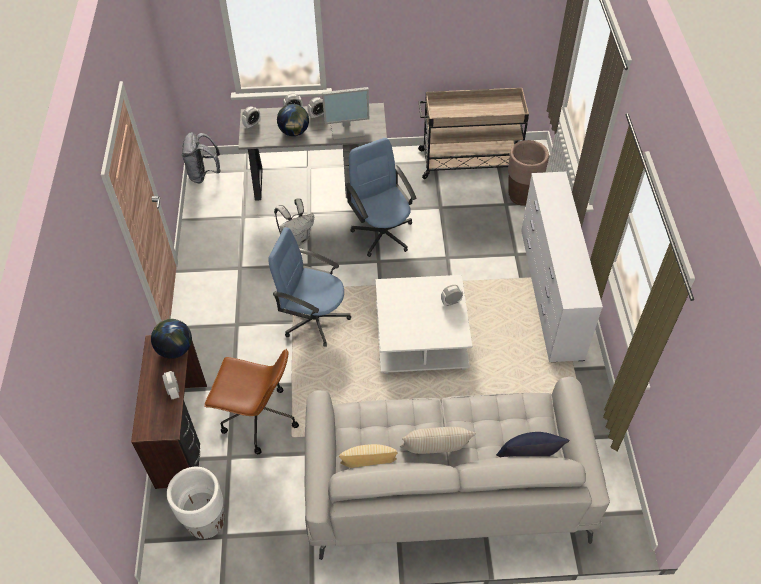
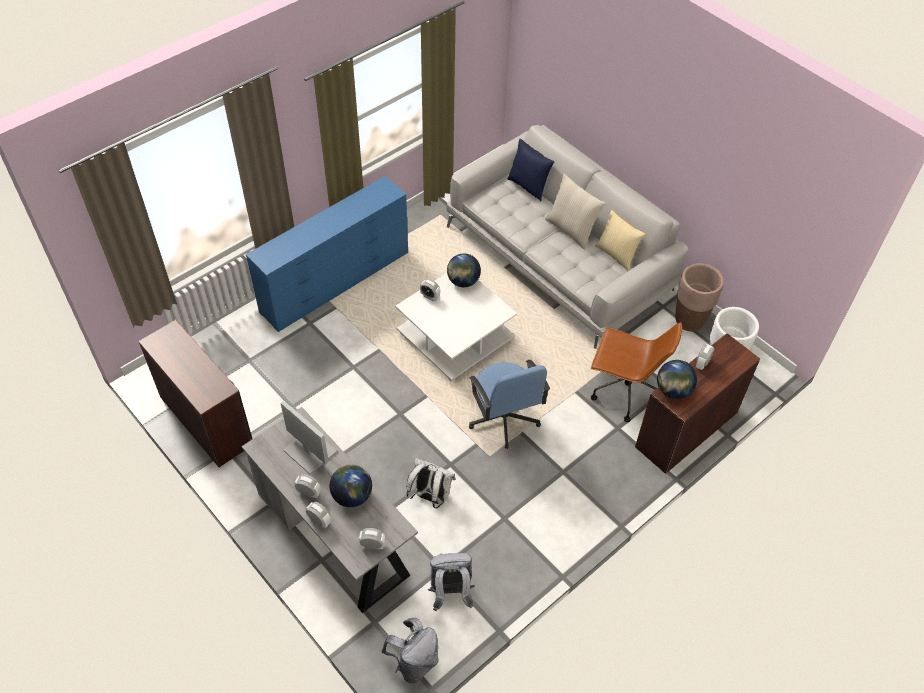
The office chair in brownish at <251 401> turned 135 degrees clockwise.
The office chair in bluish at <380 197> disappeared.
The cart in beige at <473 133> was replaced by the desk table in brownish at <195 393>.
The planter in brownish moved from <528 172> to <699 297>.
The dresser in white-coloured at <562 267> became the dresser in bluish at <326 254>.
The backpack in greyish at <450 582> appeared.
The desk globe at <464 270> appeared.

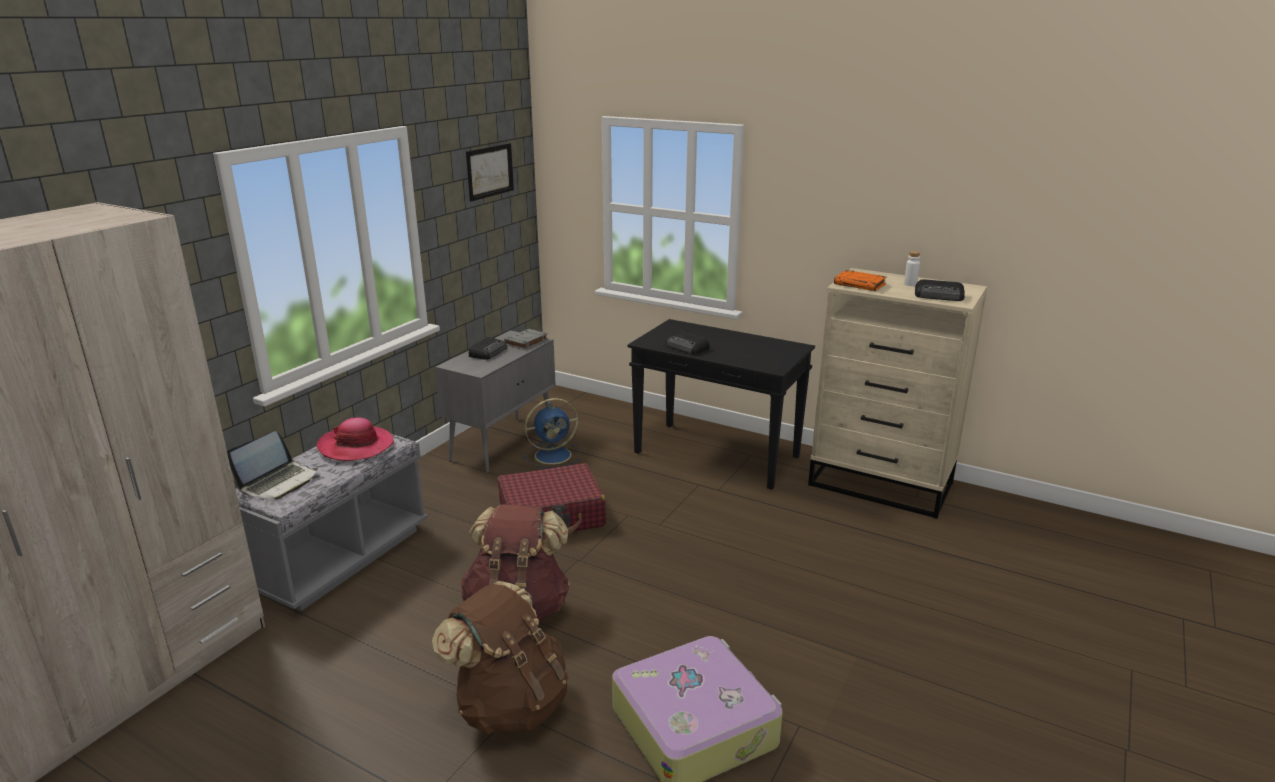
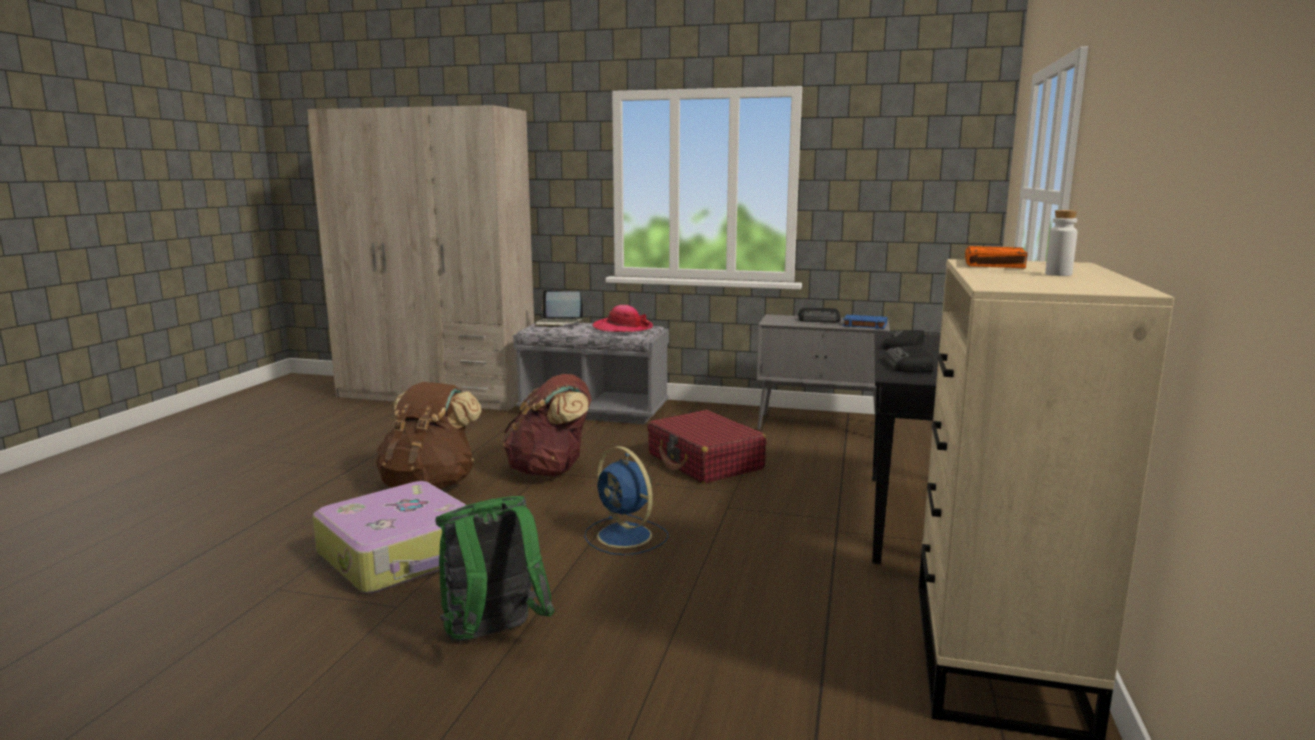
The wall art at <490 172> disappeared.
The bound book in greyish at <526 339> became the bound book in bluish at <865 322>.
The cooling fan in bluish moved from <552 433> to <626 500>.
The radio set moved from <940 290> to <908 358>.
The backpack in green-coloured at <495 568> appeared.

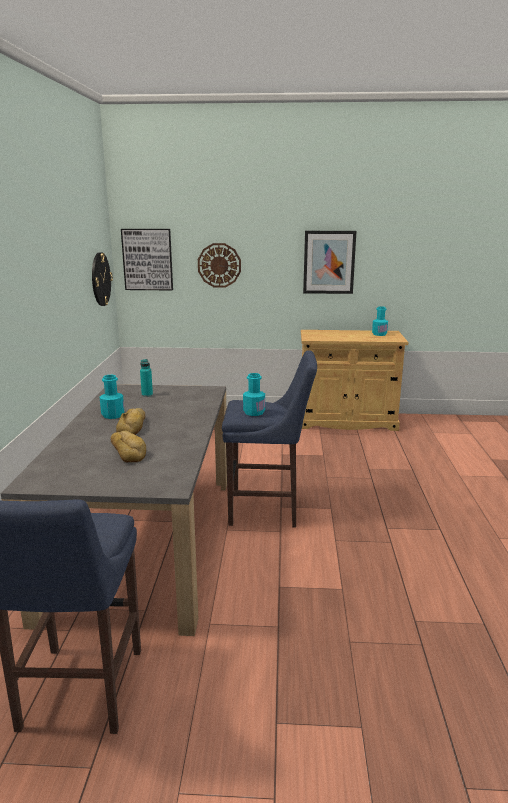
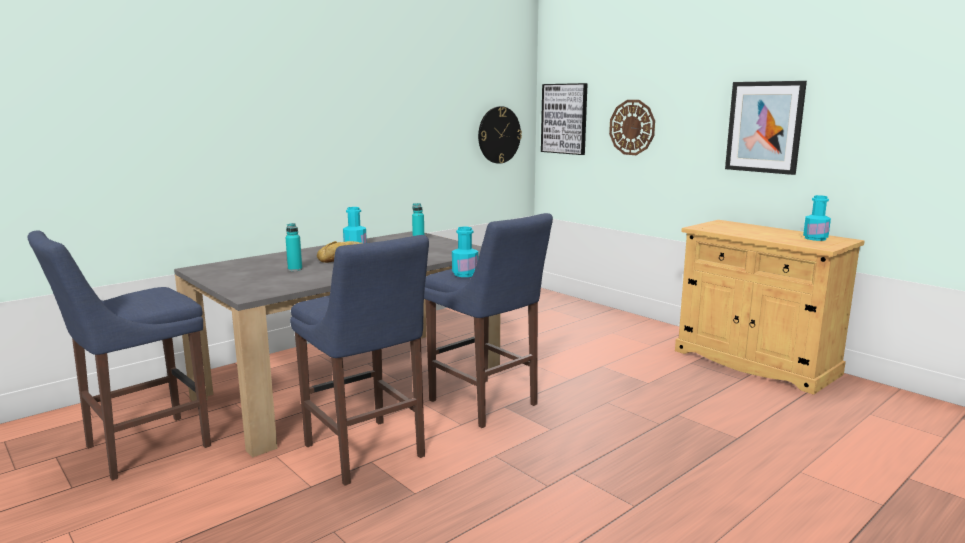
The baked bread at <128 446> was replaced by the drink bottle in blue-green at <293 247>.
The sitting stool in bluish at <359 360> appeared.

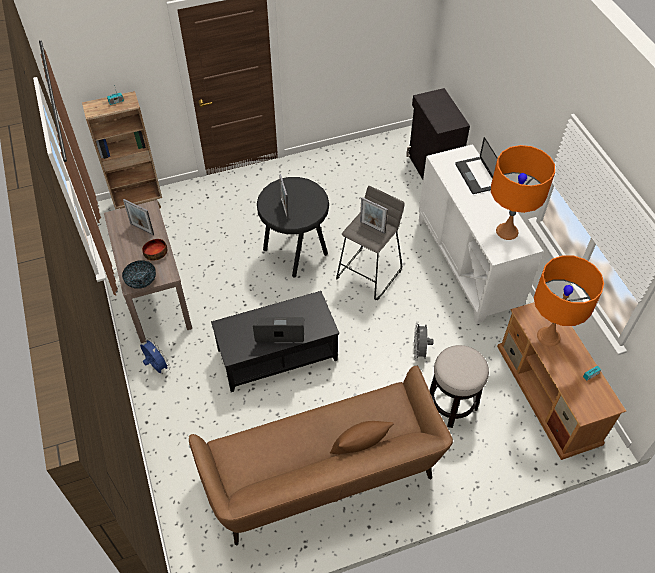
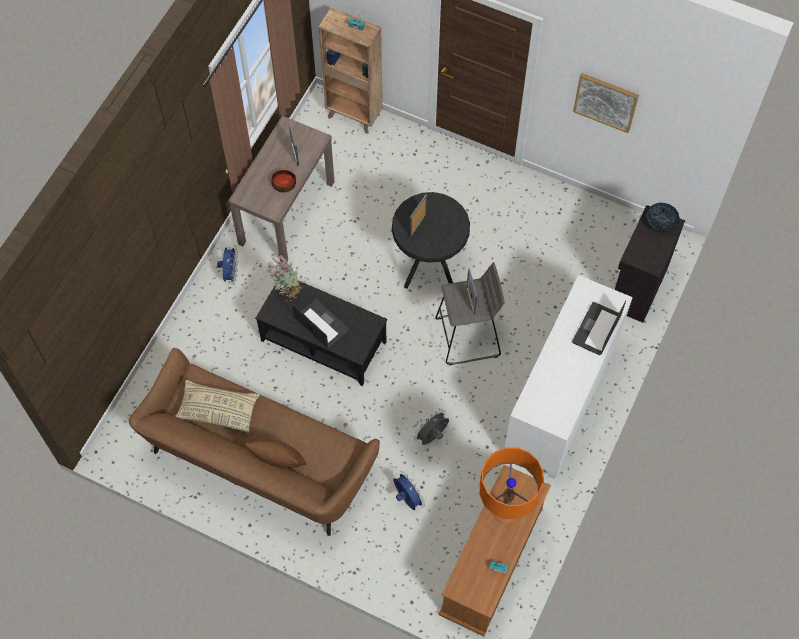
The bowl moved from <139 275> to <662 218>.
The sitting stool at <459 386> was replaced by the cooling fan in bluish at <409 490>.
The lamp for a table in orange-coloured at <523 192> disappeared.
The cushion in beige at <217 406> appeared.
The plant in a pot at <285 277> appeared.
The wall art at <606 103> appeared.

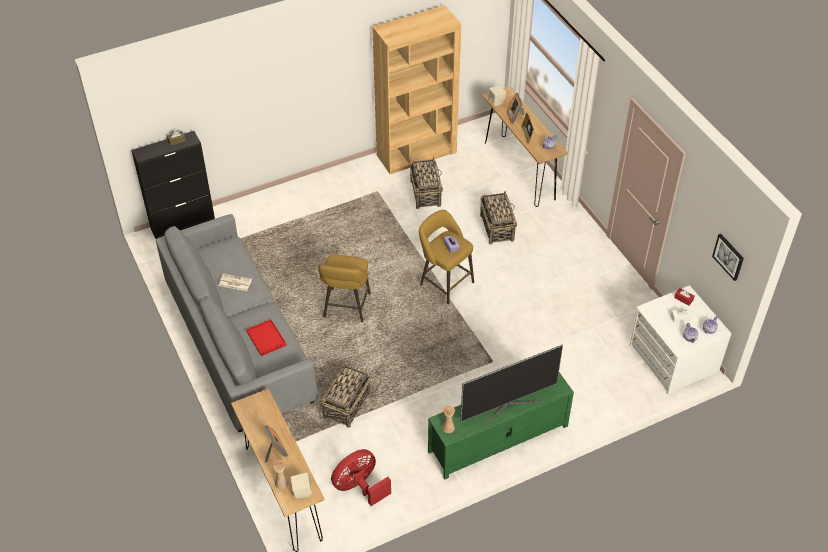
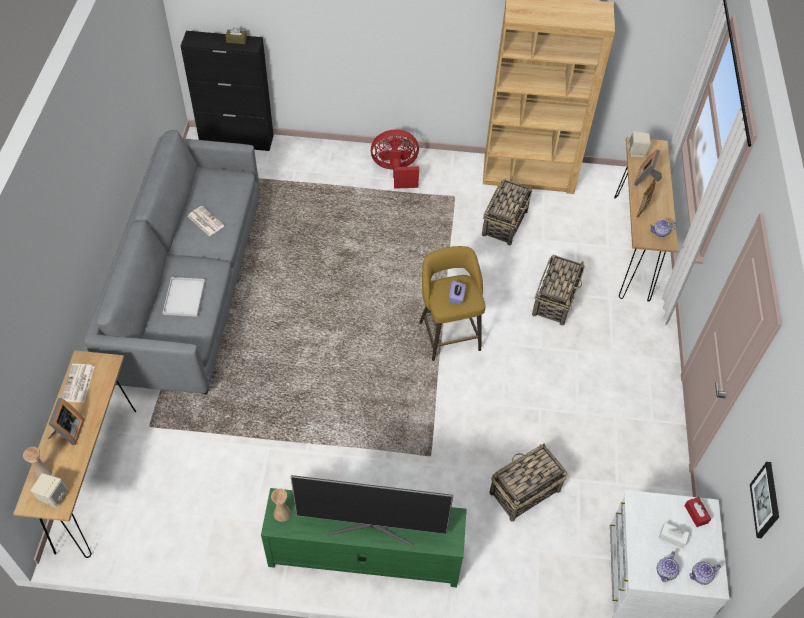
The serving tray in red-coloured at <266 337> became the serving tray in white-coloured at <184 297>.
The sitting stool in yellowish at <344 288> disappeared.
The storage basket moved from <346 395> to <528 482>.
The cooling fan in red-coloured moved from <361 477> to <395 159>.
The newspaper at <78 383> appeared.

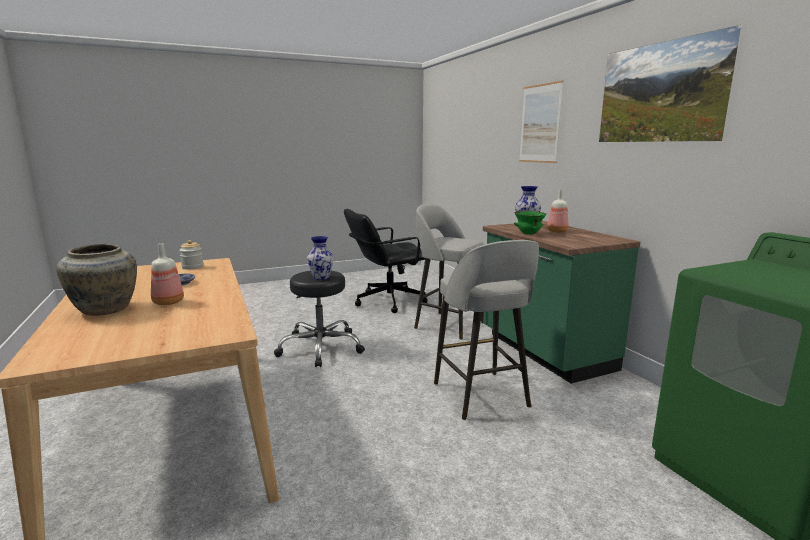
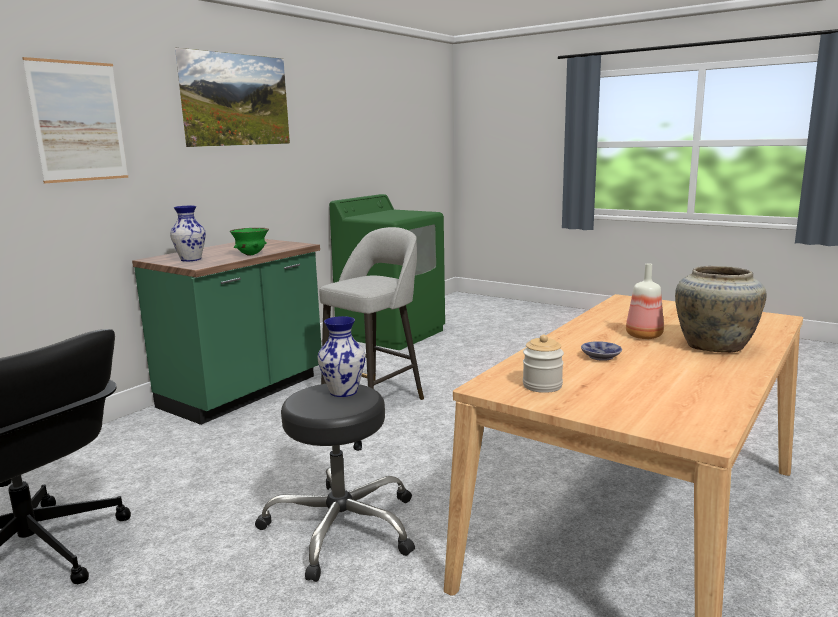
The sitting stool in greyish at <449 272> disappeared.
The drink bottle at <558 211> disappeared.

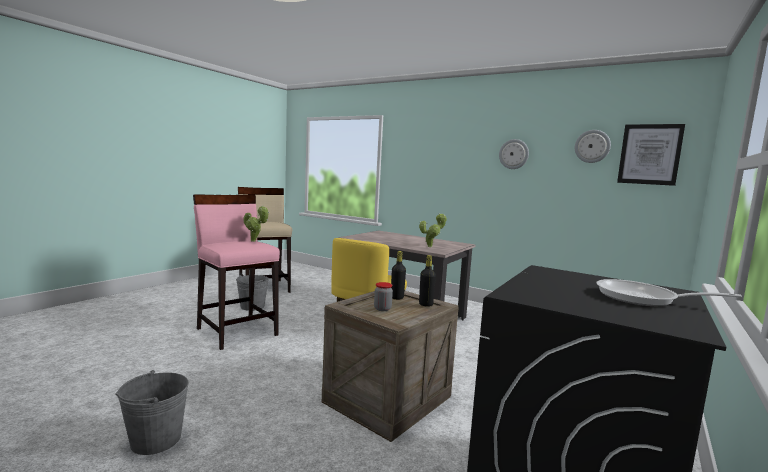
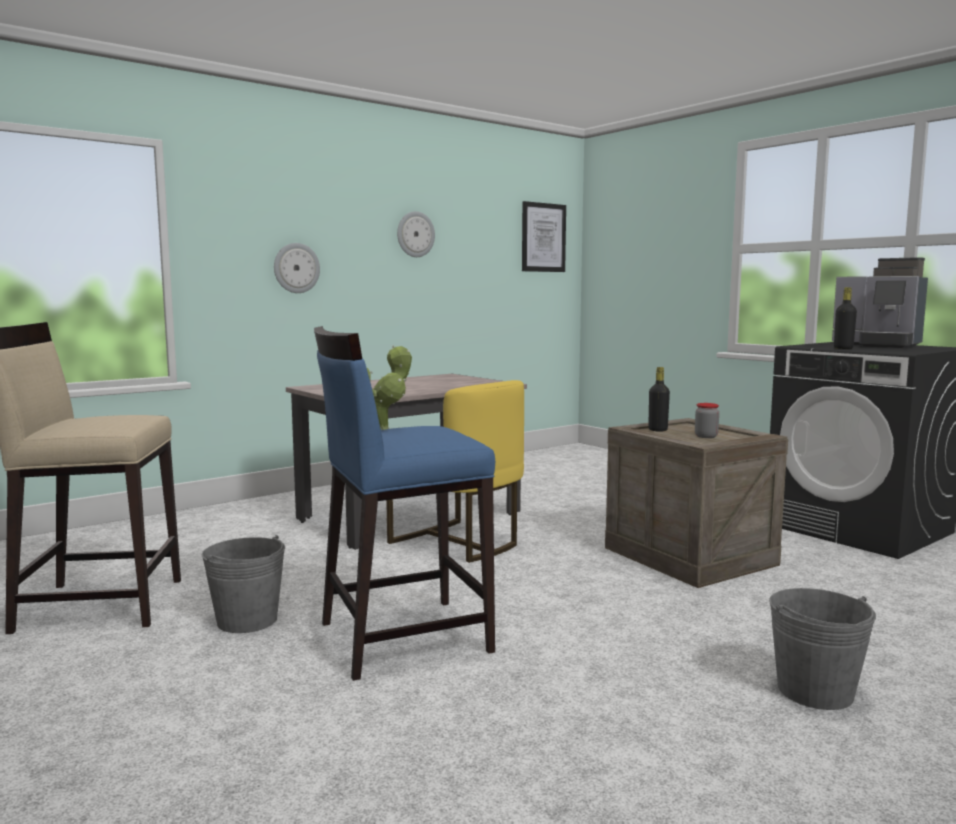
The sitting stool in pink at <236 272> became the sitting stool in bluish at <404 503>.
The plant in a pot at <433 230> disappeared.
The drink bottle in black moved from <427 281> to <845 318>.
The hanging clock moved from <593 146> to <297 268>.
The pan at <669 292> was replaced by the coffee machine at <880 302>.

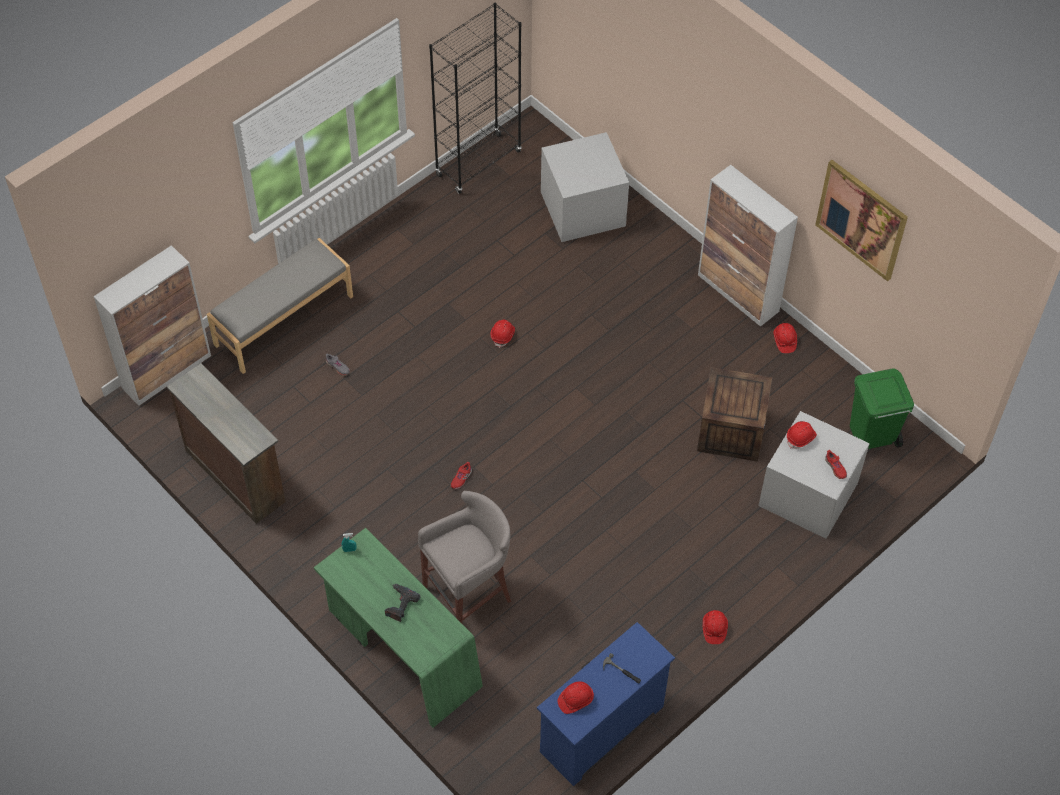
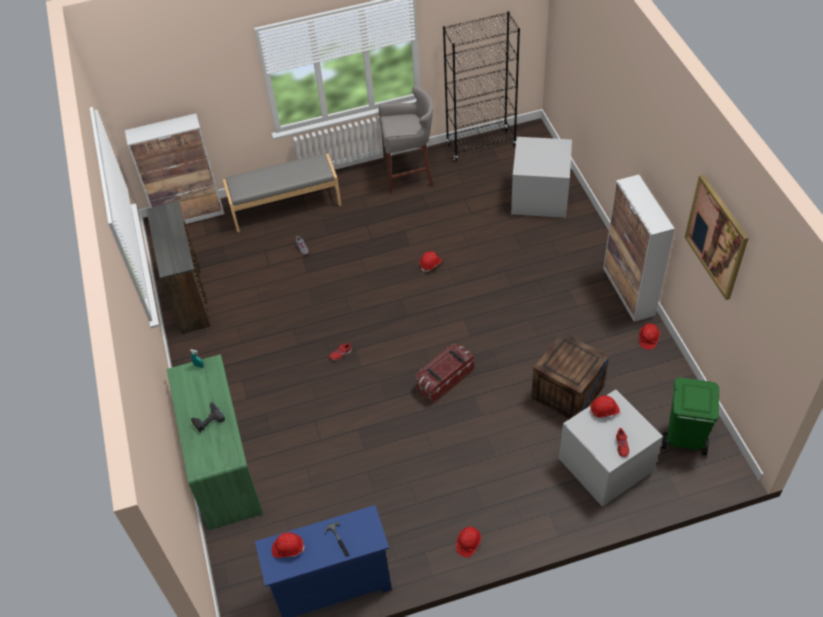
The sitting stool in greyish moved from <464 557> to <406 140>.
The storage box at <445 373> appeared.

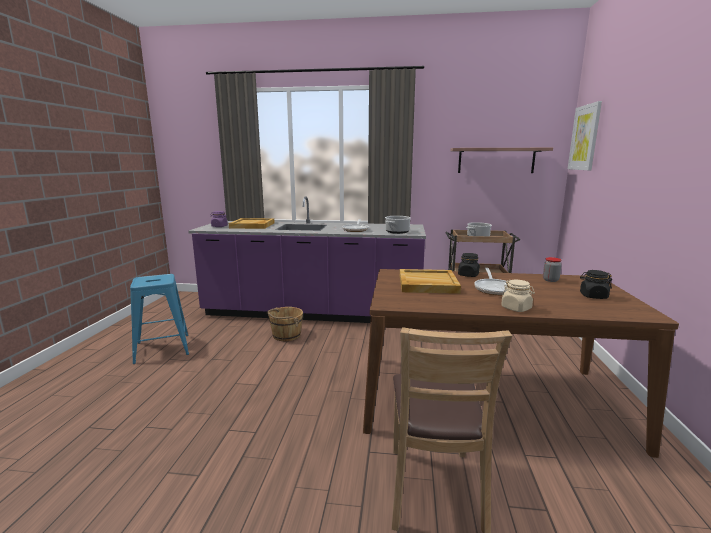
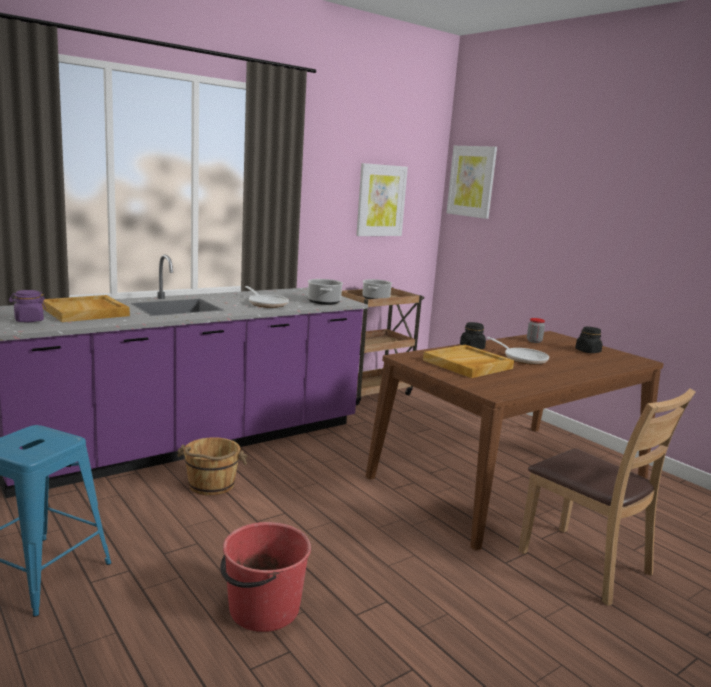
The bracket shelf at <501 160> was replaced by the wall art at <382 199>.
The storage jar in beige at <518 296> disappeared.
The pail in red-coloured at <265 577> appeared.

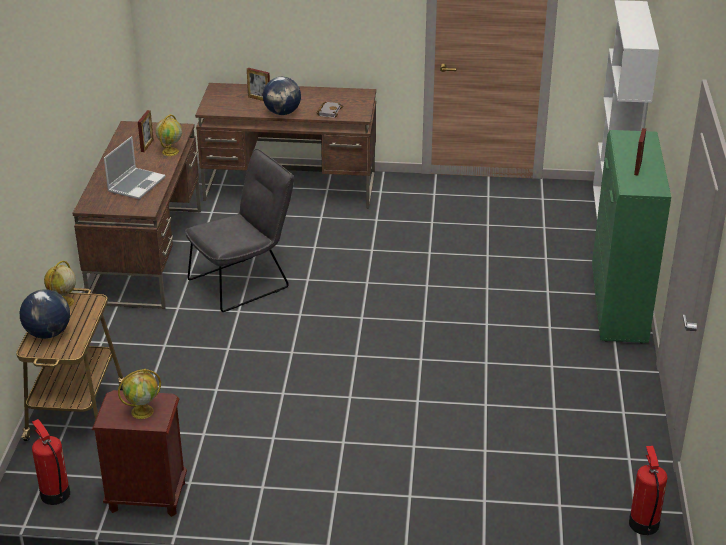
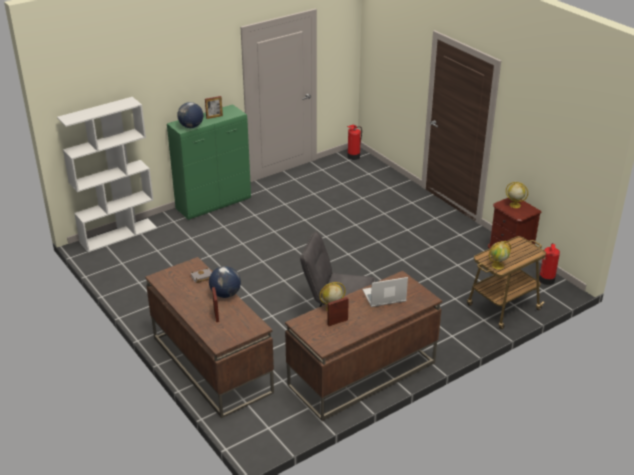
The desk globe moved from <45 314> to <190 115>.

